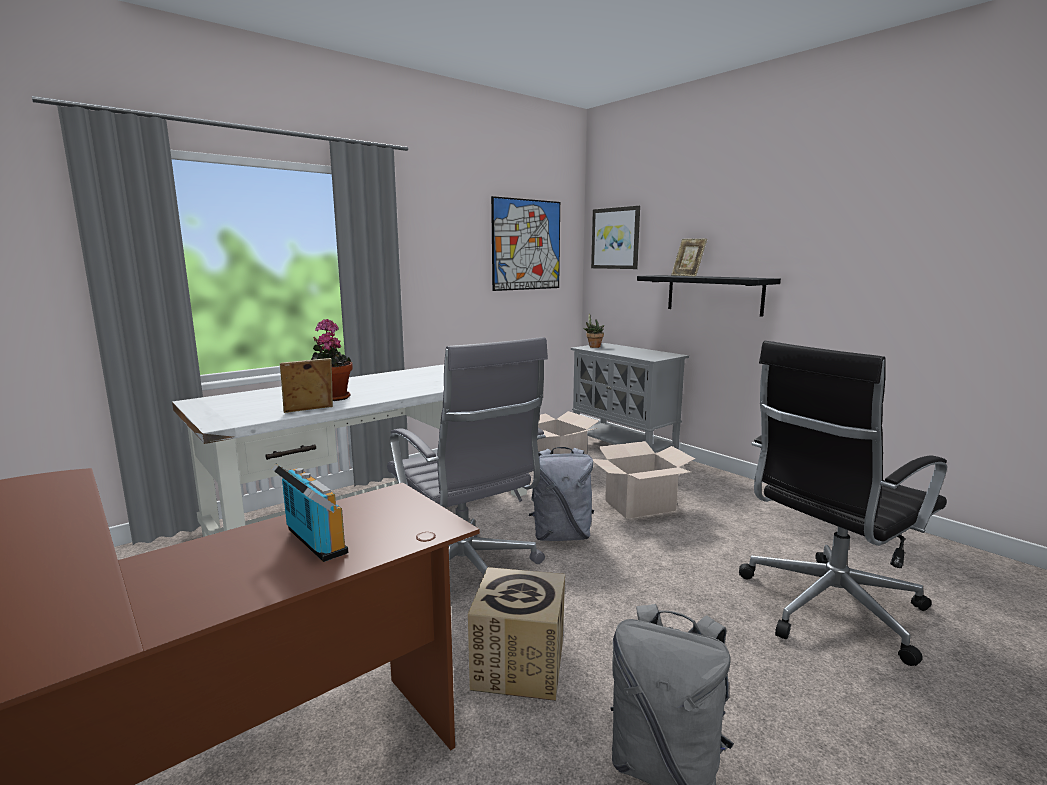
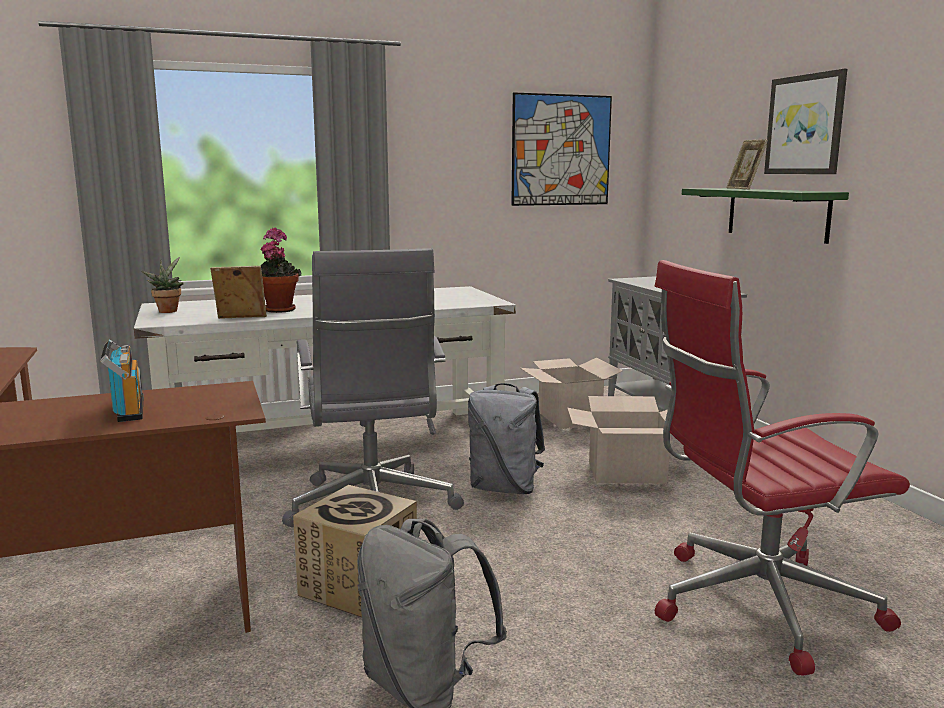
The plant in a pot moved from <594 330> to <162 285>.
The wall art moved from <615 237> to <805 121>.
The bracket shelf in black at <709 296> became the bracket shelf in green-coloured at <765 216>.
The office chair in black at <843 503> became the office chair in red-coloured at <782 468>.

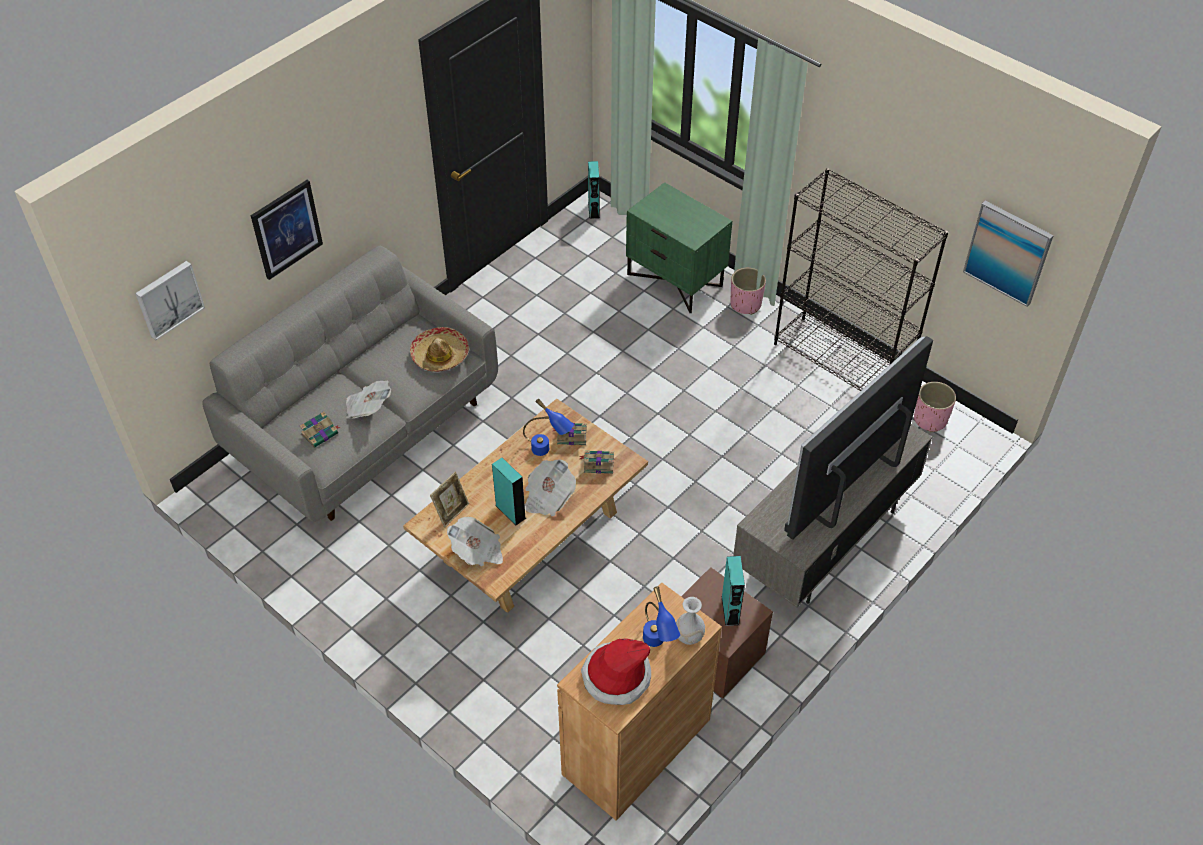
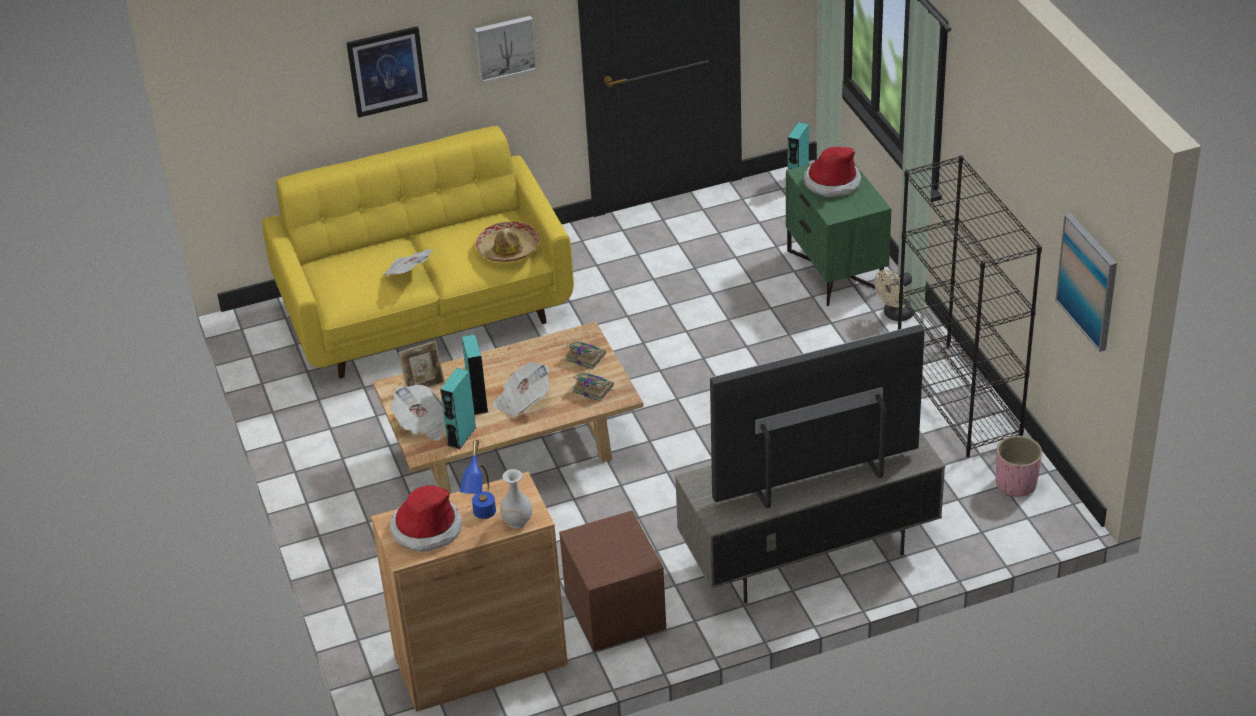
The wall art moved from <170 300> to <505 49>.
The couch in greyish at <350 384> became the couch in yellowish at <418 252>.
The bound book at <320 429> disappeared.
The lamp for a table in bluish at <548 427> disappeared.
The loudspeaker in blue-green moved from <733 591> to <458 409>.
The planter in pink at <748 291> was replaced by the cooling fan in beige at <894 295>.
The clothing hat at <832 172> appeared.

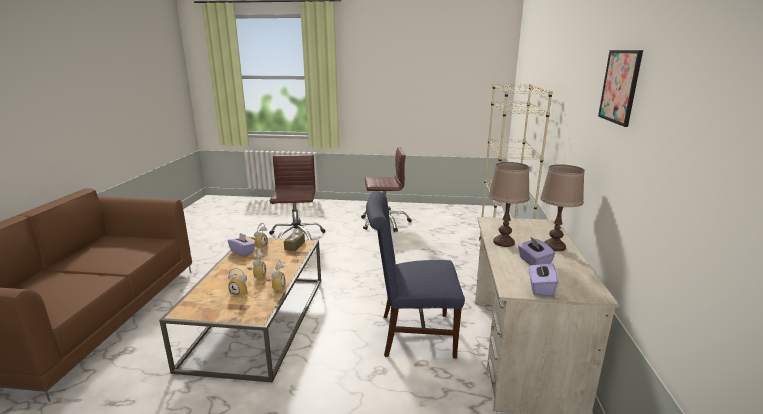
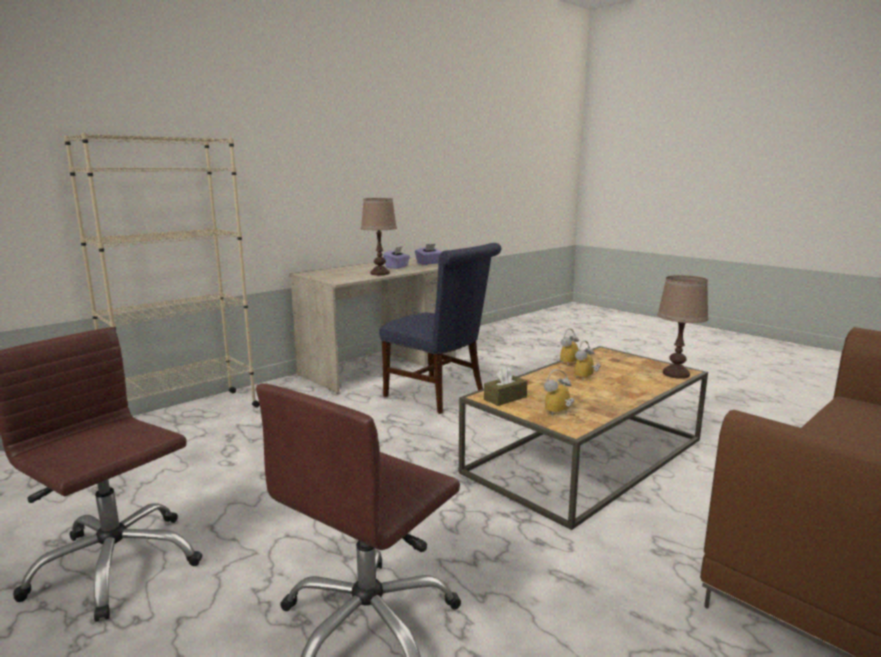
The tissue box in purplish at <242 245> disappeared.
The alarm clock at <238 283> disappeared.
The lamp for a table in brownish moved from <562 207> to <683 327>.
The wall art at <620 88> disappeared.

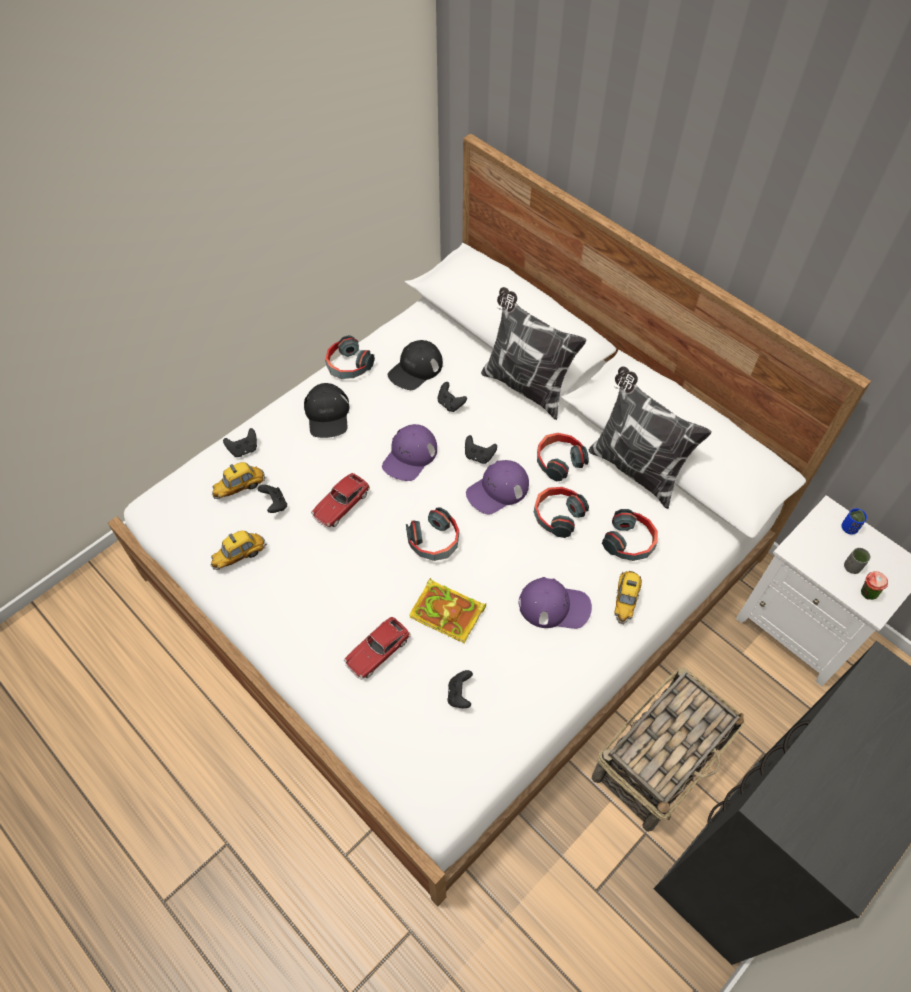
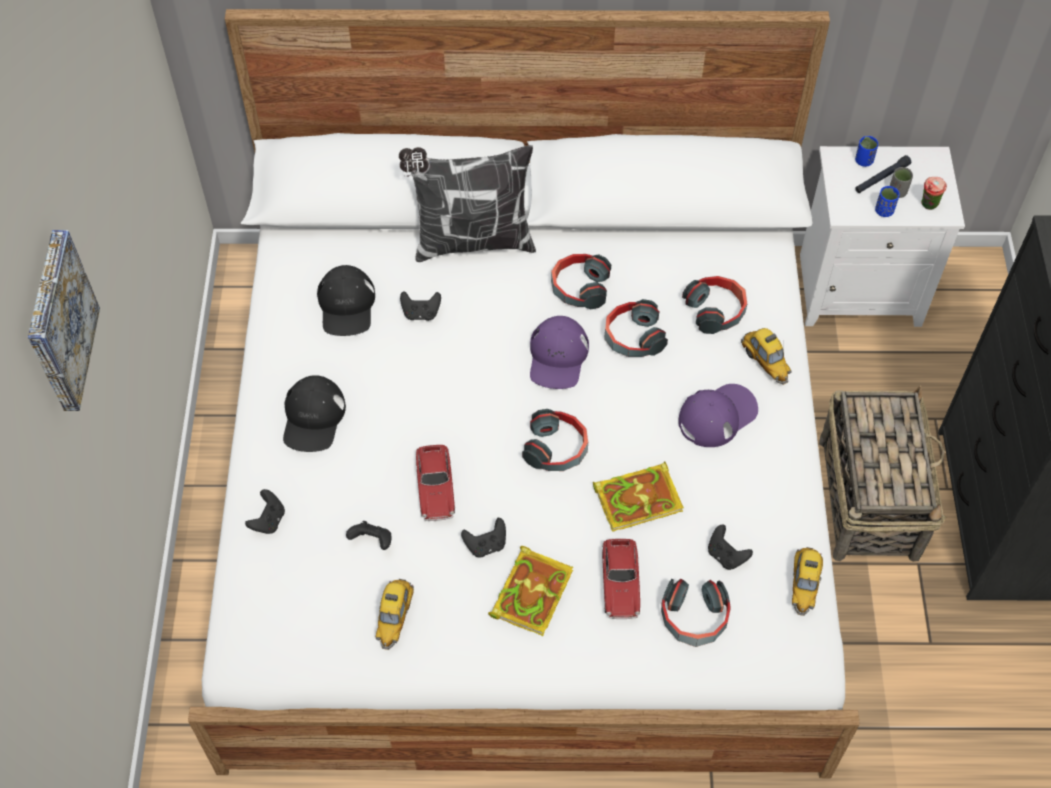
The toy car moved from <239 480> to <807 581>.
The baseball cap in black at <326 410> turned 60 degrees clockwise.
The headset moved from <350 357> to <696 613>.
The baseball cap in purplish at <409 452> disappeared.
The game controller in black moved from <481 449> to <483 537>.
The cushion at <650 437> disappeared.
The wall art at <64 320> appeared.
The bound book at <530 591> appeared.
The flashlight in black at <883 174> appeared.
The cup in bluish at <887 201> appeared.

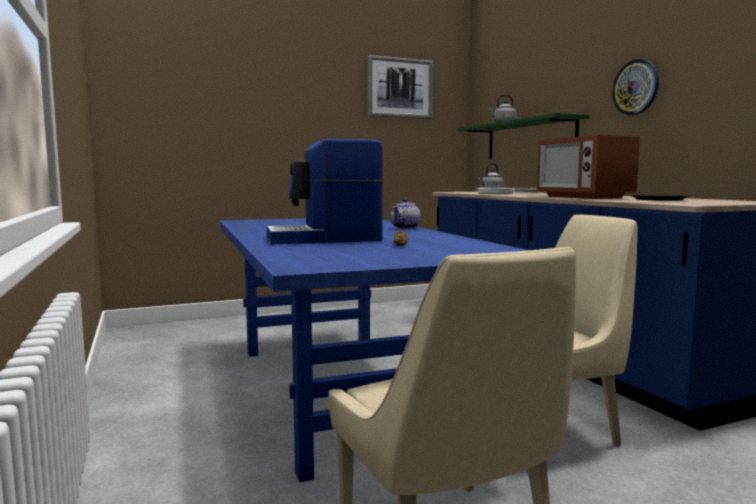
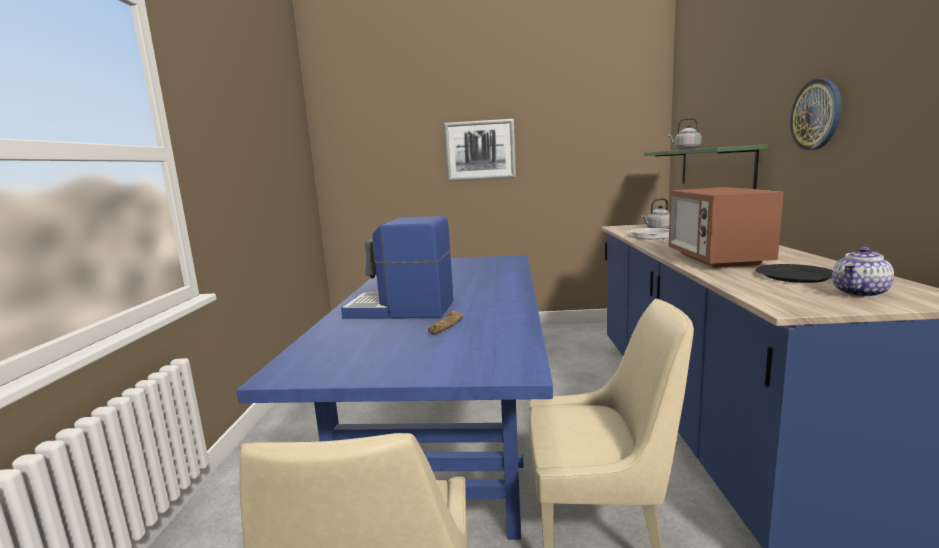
The wall art moved from <400 87> to <480 150>.
The pot for tea moved from <406 214> to <863 272>.

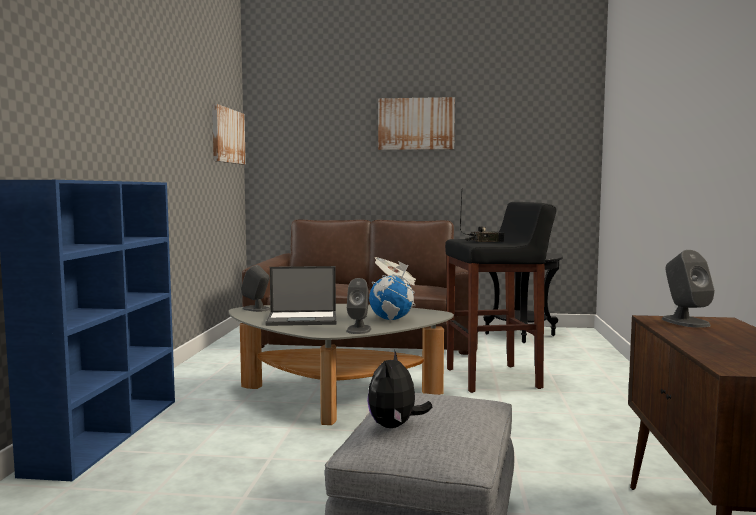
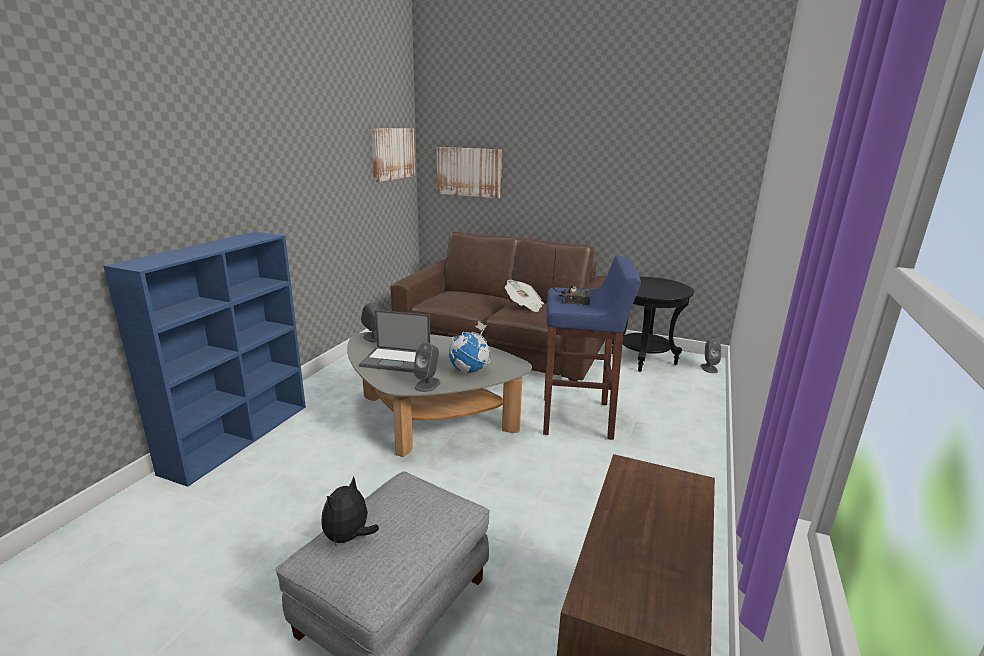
The wall art moved from <416 123> to <469 172>.
The sitting stool in black at <500 297> became the sitting stool in bluish at <592 348>.
The loudspeaker in greyish moved from <688 289> to <711 356>.

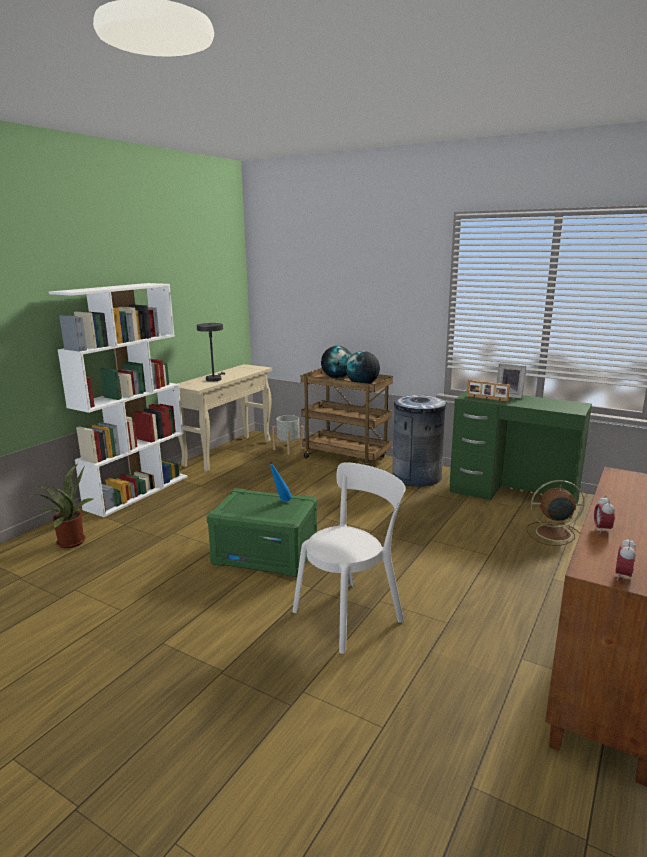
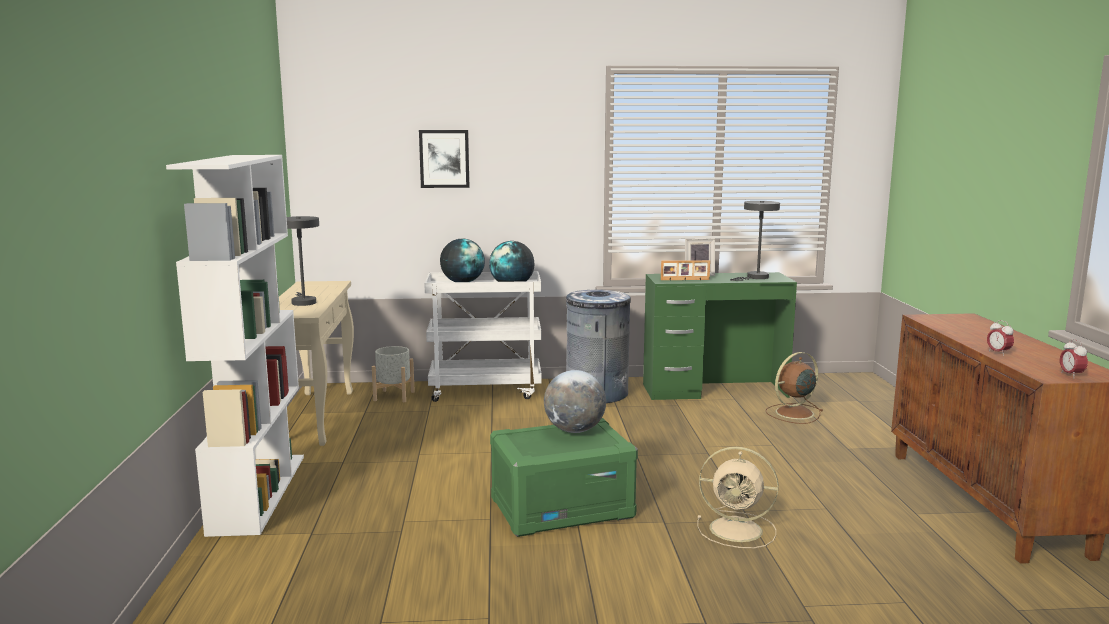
The plant in a pot at <60 506> disappeared.
The drink bottle in bluish at <280 481> was replaced by the desk globe at <575 401>.
The chair in white-coloured at <349 558> was replaced by the cooling fan in beige at <738 497>.
The cart in brownish at <347 417> became the cart in white-coloured at <483 336>.
The wall art at <444 159> appeared.
The lamp for a table in greyish at <755 241> appeared.

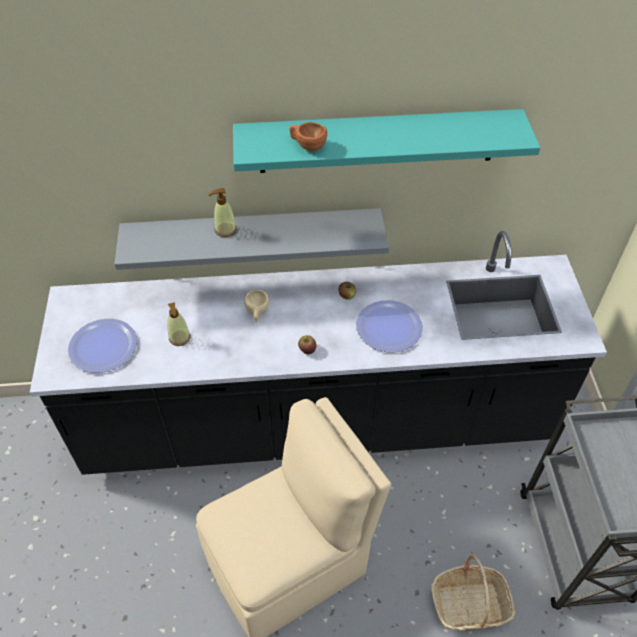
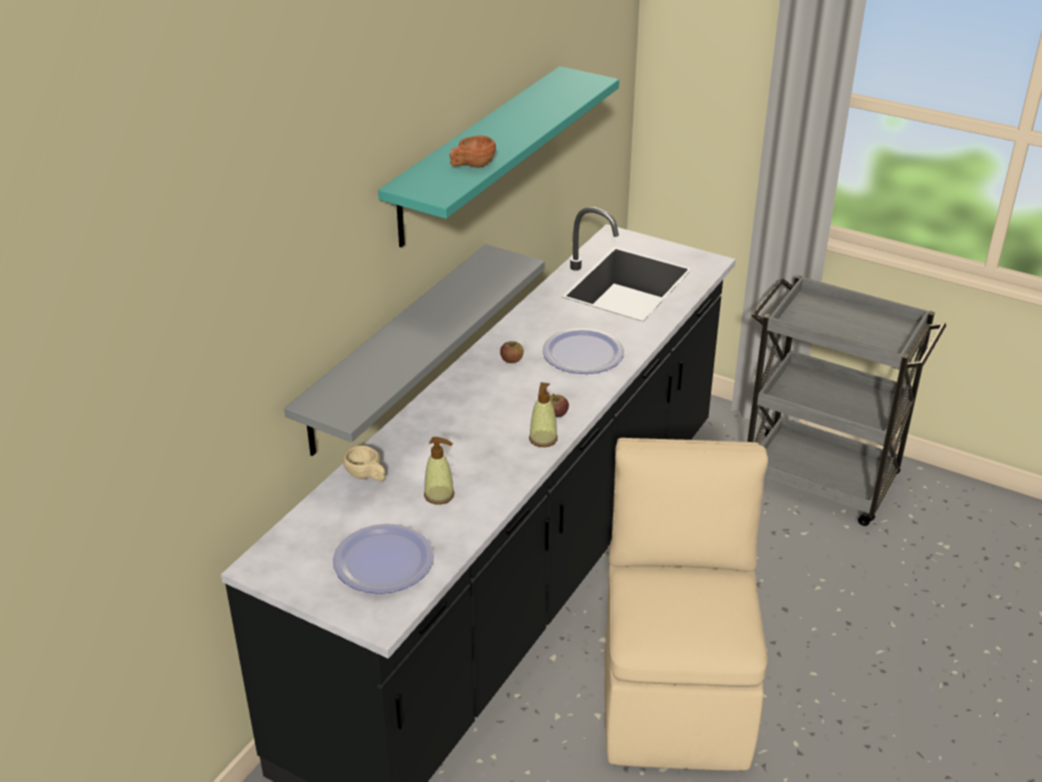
The soap bottle moved from <222 212> to <543 414>.
The cup in beige moved from <256 306> to <364 463>.
The storage basket at <473 592> disappeared.

